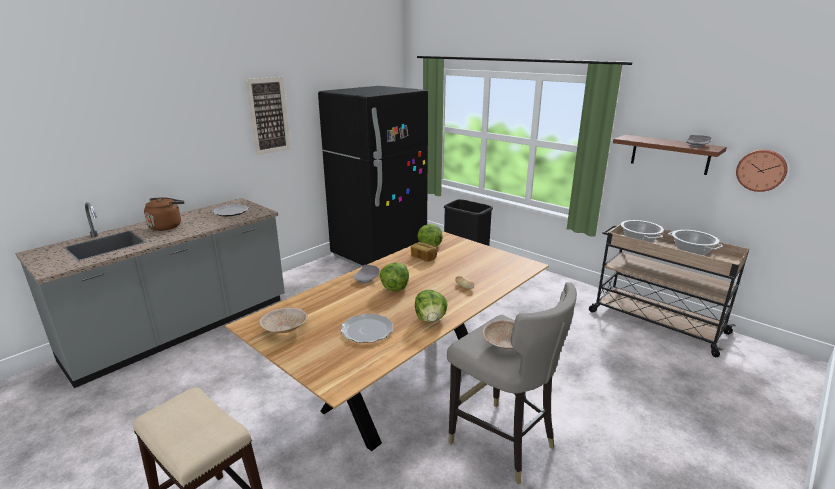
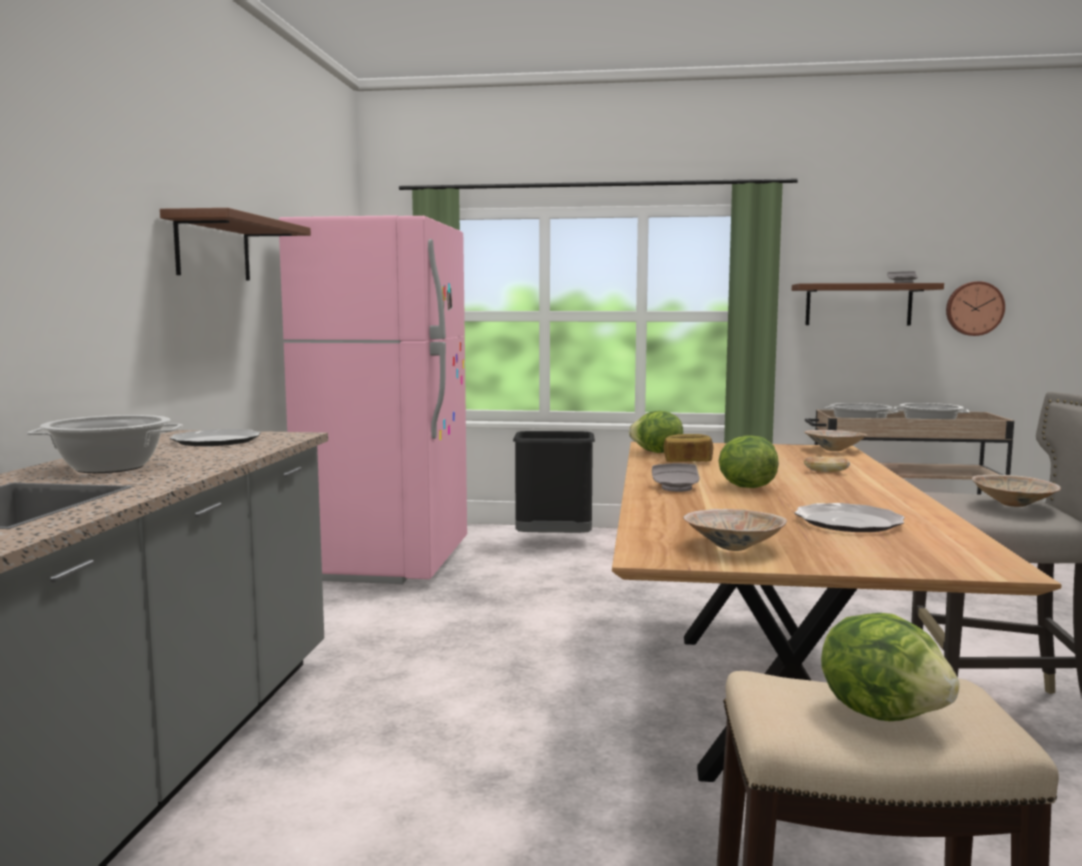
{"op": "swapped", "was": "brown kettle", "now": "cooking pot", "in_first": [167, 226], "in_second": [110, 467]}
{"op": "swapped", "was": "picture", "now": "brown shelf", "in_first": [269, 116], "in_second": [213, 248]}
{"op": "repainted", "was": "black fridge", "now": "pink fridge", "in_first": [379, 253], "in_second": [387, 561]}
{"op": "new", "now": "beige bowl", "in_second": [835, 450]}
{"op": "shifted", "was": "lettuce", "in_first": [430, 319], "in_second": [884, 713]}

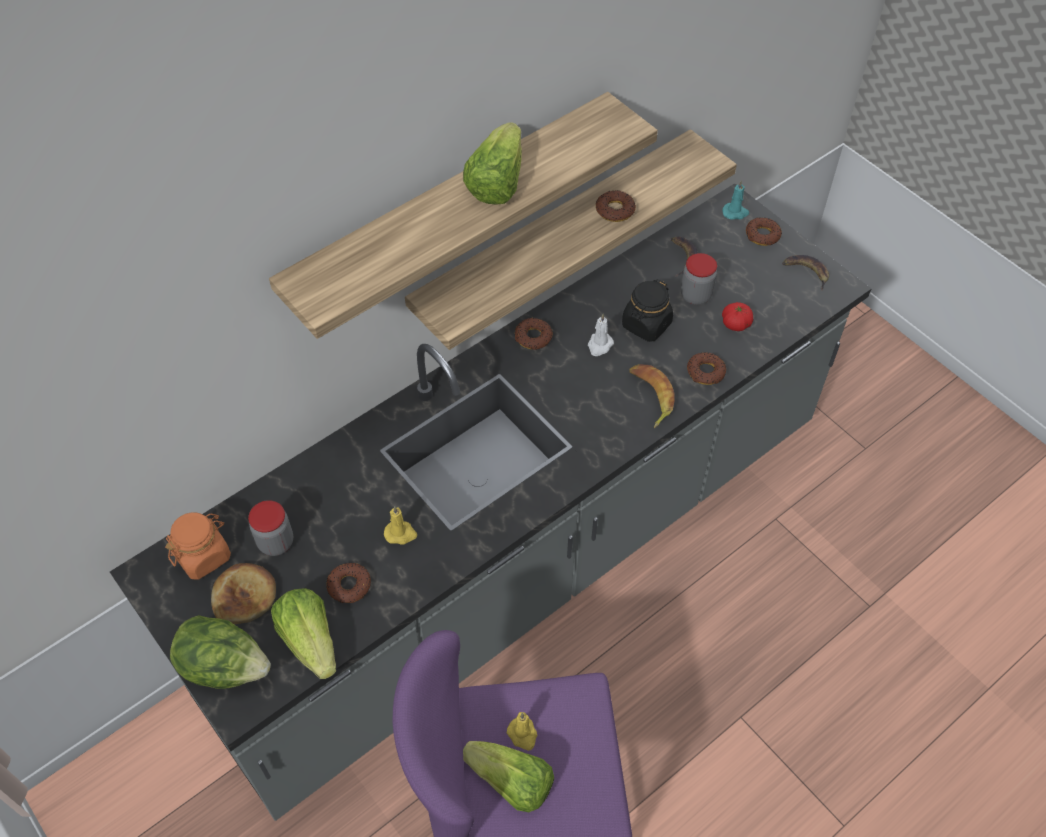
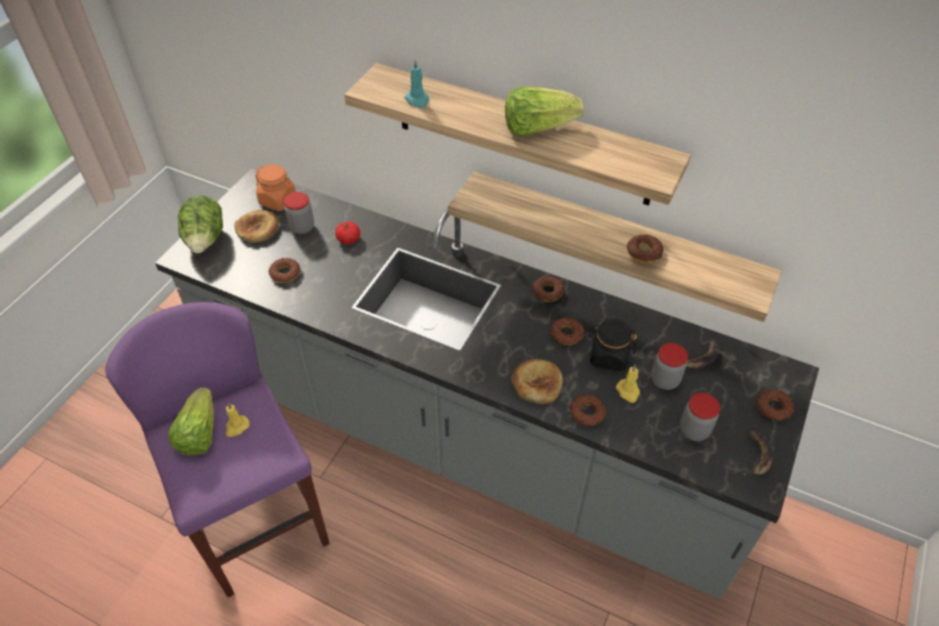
{"op": "shifted", "was": "tomato", "in_first": [735, 324], "in_second": [348, 239]}
{"op": "shifted", "was": "turquoise candle", "in_first": [735, 212], "in_second": [417, 100]}
{"op": "swapped", "was": "banana", "now": "bread", "in_first": [650, 397], "in_second": [537, 383]}
{"op": "swapped", "was": "white candle", "now": "donut", "in_first": [599, 345], "in_second": [567, 334]}
{"op": "shifted", "was": "yellow candle", "in_first": [401, 533], "in_second": [628, 391]}
{"op": "new", "now": "jar", "in_second": [694, 430]}
{"op": "gone", "was": "lettuce", "in_first": [310, 640]}

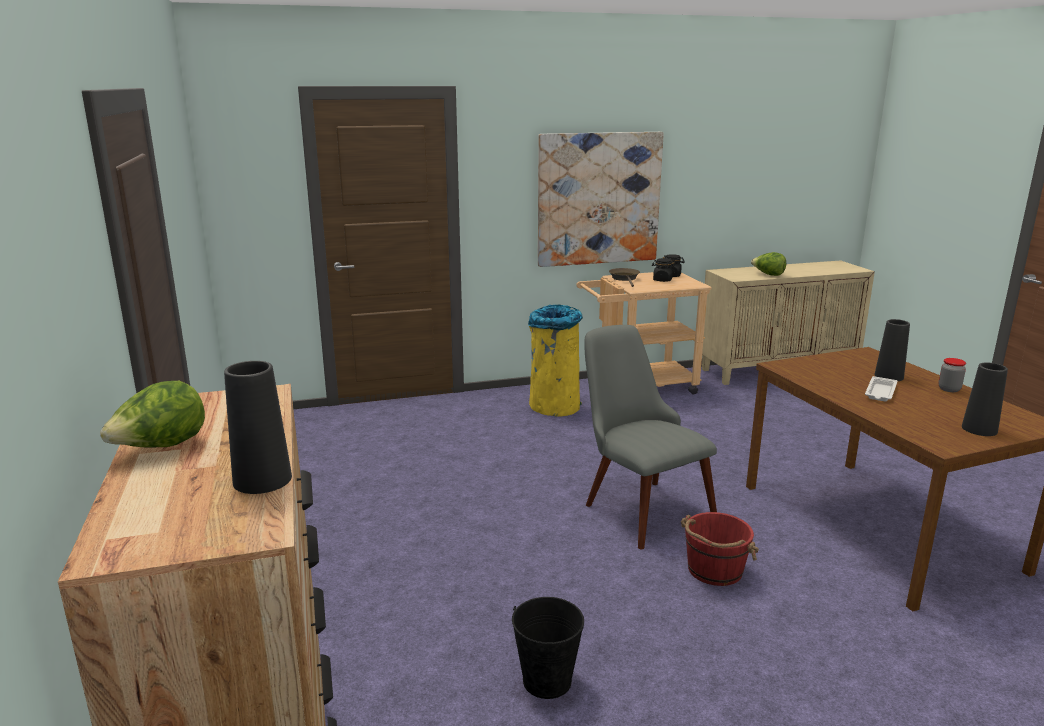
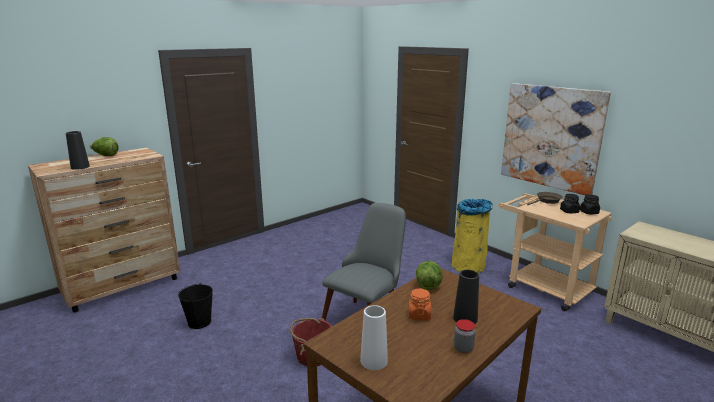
{"op": "repainted", "was": "black vase", "now": "white vase", "in_first": [979, 429], "in_second": [374, 361]}
{"op": "swapped", "was": "white tray", "now": "orange jar", "in_first": [880, 393], "in_second": [419, 315]}
{"op": "shifted", "was": "lettuce", "in_first": [768, 275], "in_second": [428, 285]}

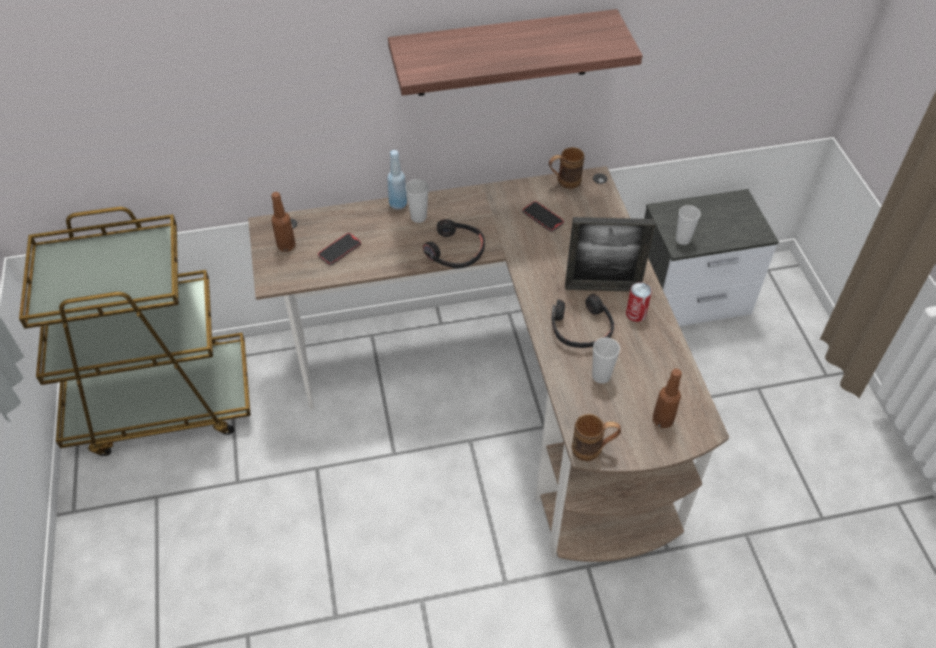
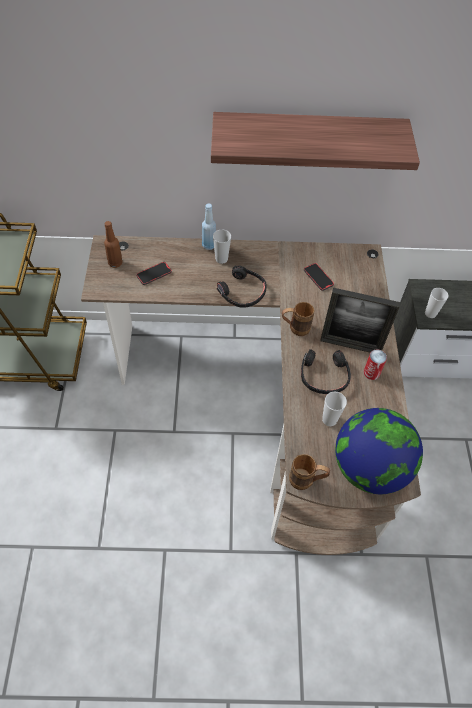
{"op": "shifted", "was": "brown mug", "in_first": [563, 182], "in_second": [295, 328]}
{"op": "swapped", "was": "brown bottle", "now": "globe", "in_first": [662, 420], "in_second": [369, 468]}

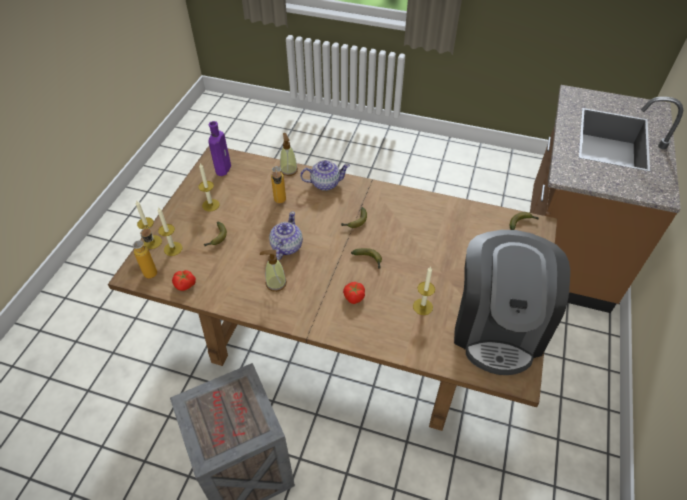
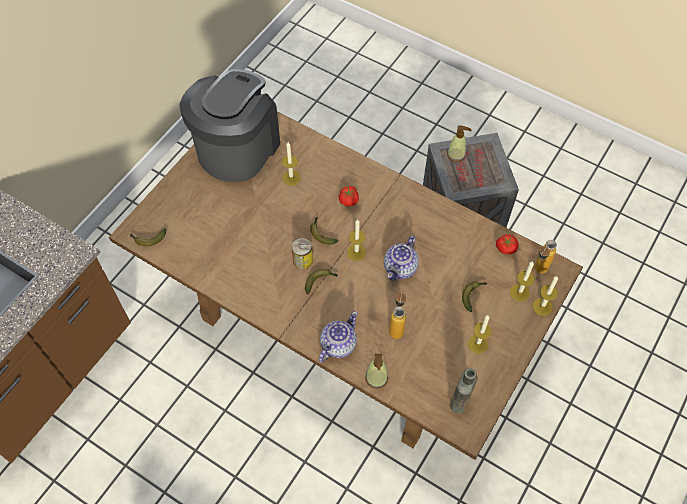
{"op": "new", "now": "can", "in_second": [302, 260]}
{"op": "rotated", "was": "teapot", "in_first": [325, 183], "in_second": [337, 345], "clockwise": 120}
{"op": "new", "now": "candle", "in_second": [356, 252]}
{"op": "shifted", "was": "soap dispenser", "in_first": [276, 283], "in_second": [456, 155]}
{"op": "repainted", "was": "purple bottle", "now": "brown bottle", "in_first": [223, 168], "in_second": [459, 403]}

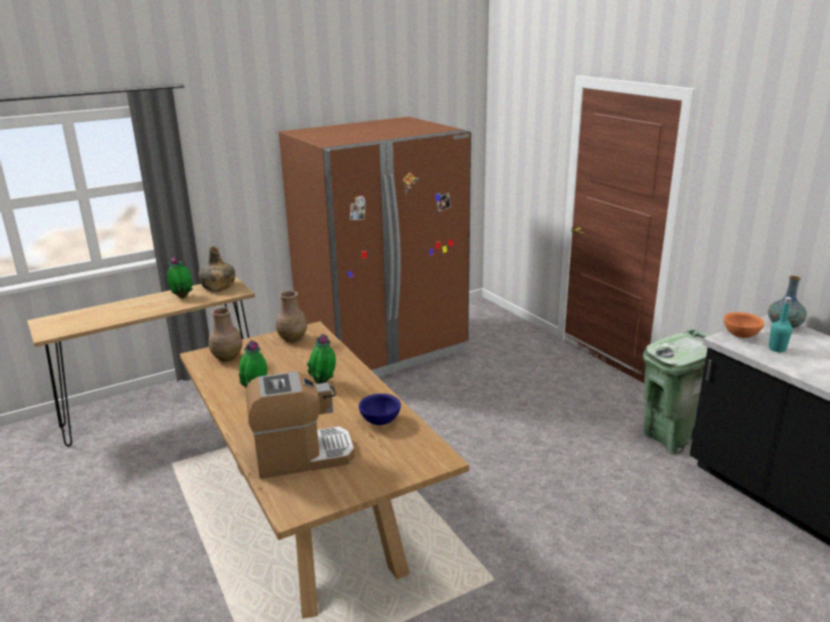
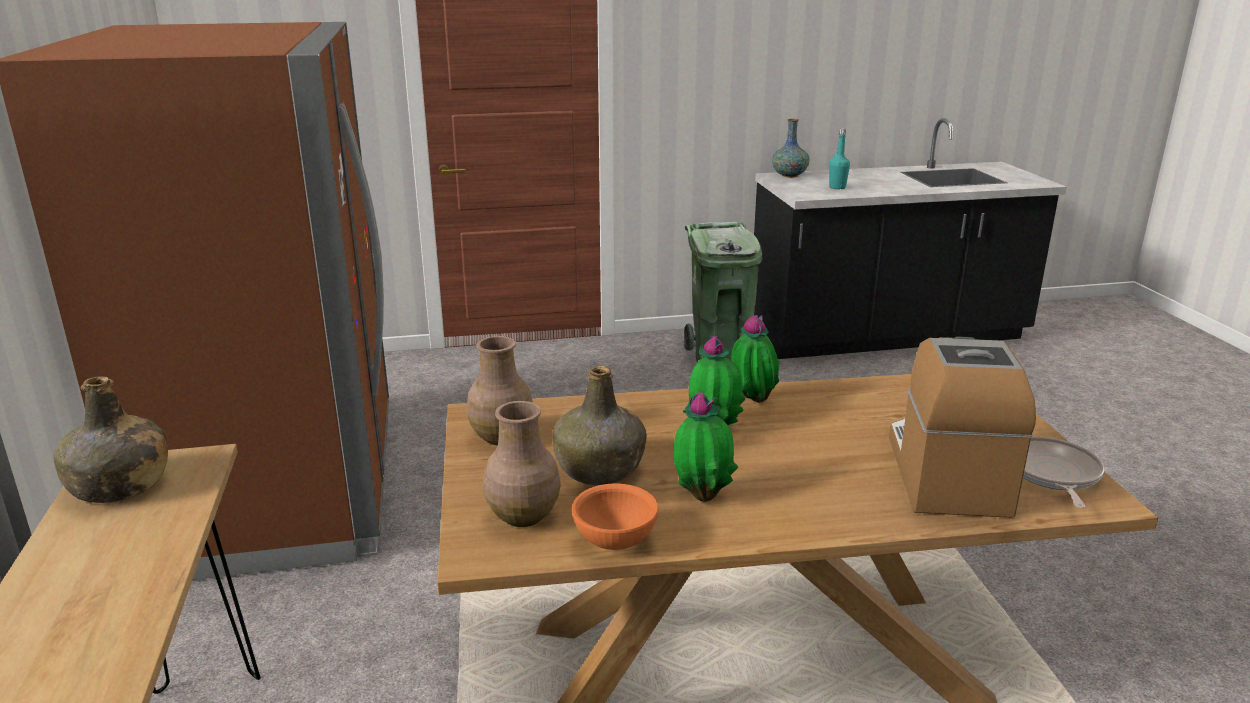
{"op": "new", "now": "green bottle", "in_second": [600, 469]}
{"op": "shifted", "was": "orange bowl", "in_first": [740, 335], "in_second": [615, 542]}
{"op": "shifted", "was": "potted plant", "in_first": [182, 297], "in_second": [752, 402]}
{"op": "new", "now": "frying pan", "in_second": [1052, 474]}
{"op": "gone", "was": "blue bowl", "in_first": [380, 421]}

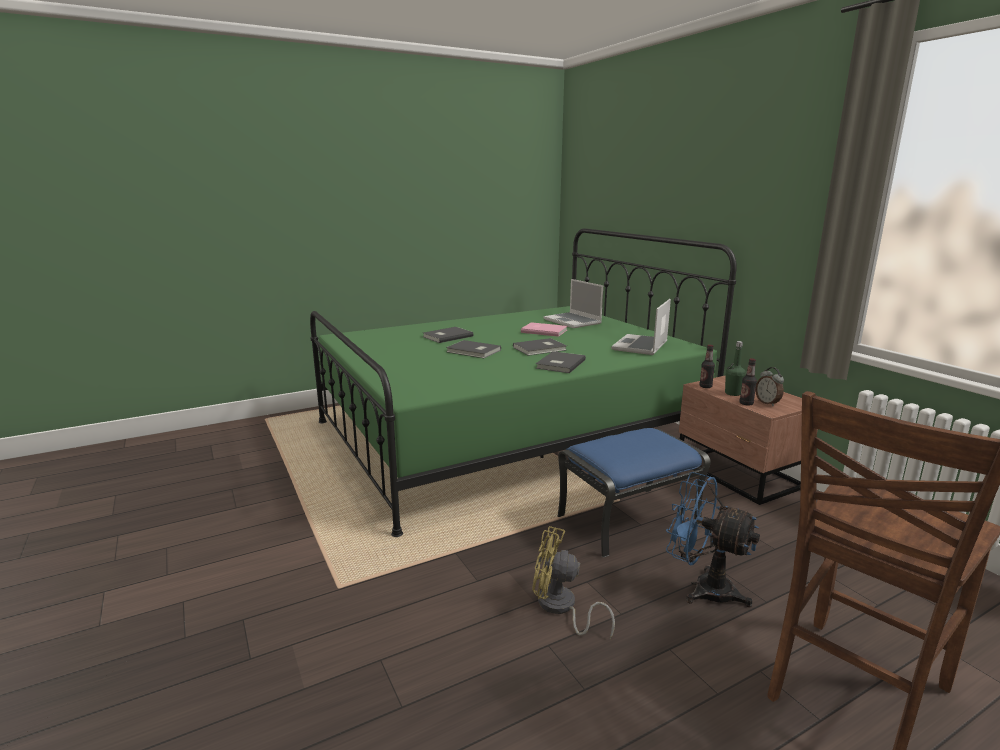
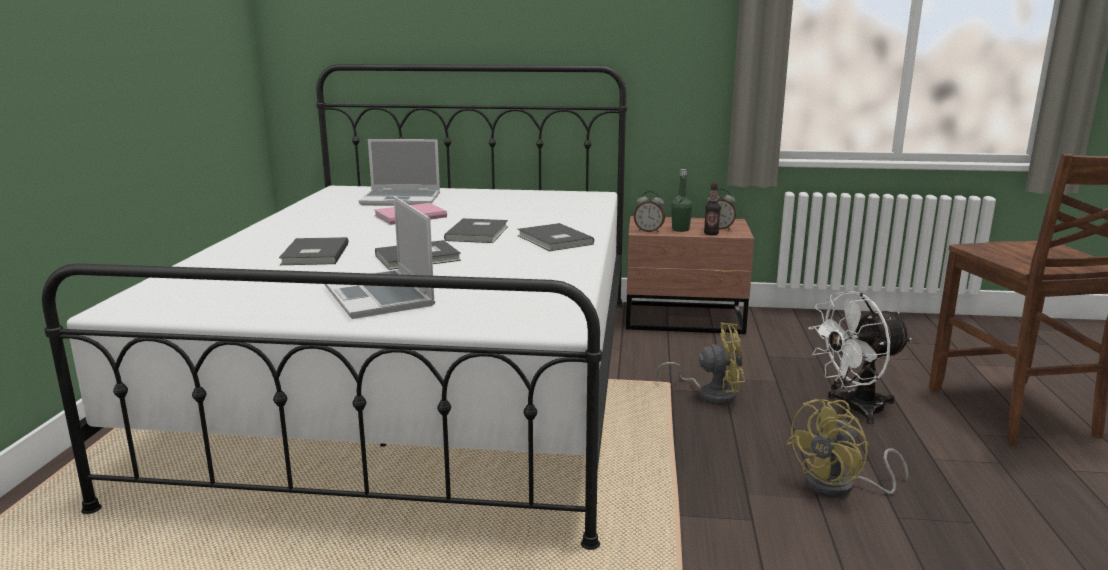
{"op": "repainted", "was": "green bed", "now": "white bed", "in_first": [508, 433], "in_second": [424, 381]}
{"op": "shifted", "was": "laptop", "in_first": [640, 346], "in_second": [381, 297]}
{"op": "swapped", "was": "bottle", "now": "alarm clock", "in_first": [705, 386], "in_second": [649, 231]}
{"op": "swapped", "was": "blue ottoman", "now": "yellow fan", "in_first": [628, 519], "in_second": [710, 394]}
{"op": "repainted", "was": "blue fan", "now": "white fan", "in_first": [702, 588], "in_second": [853, 409]}

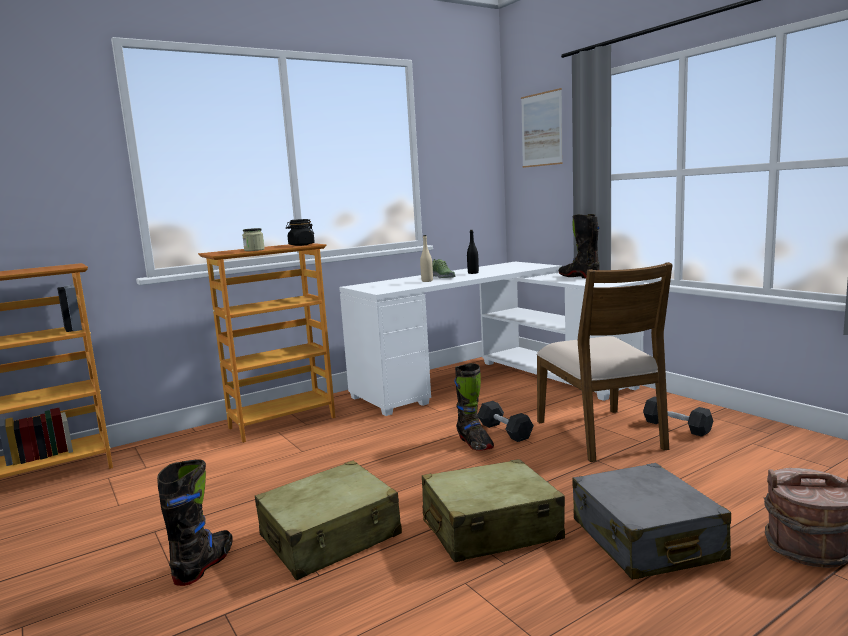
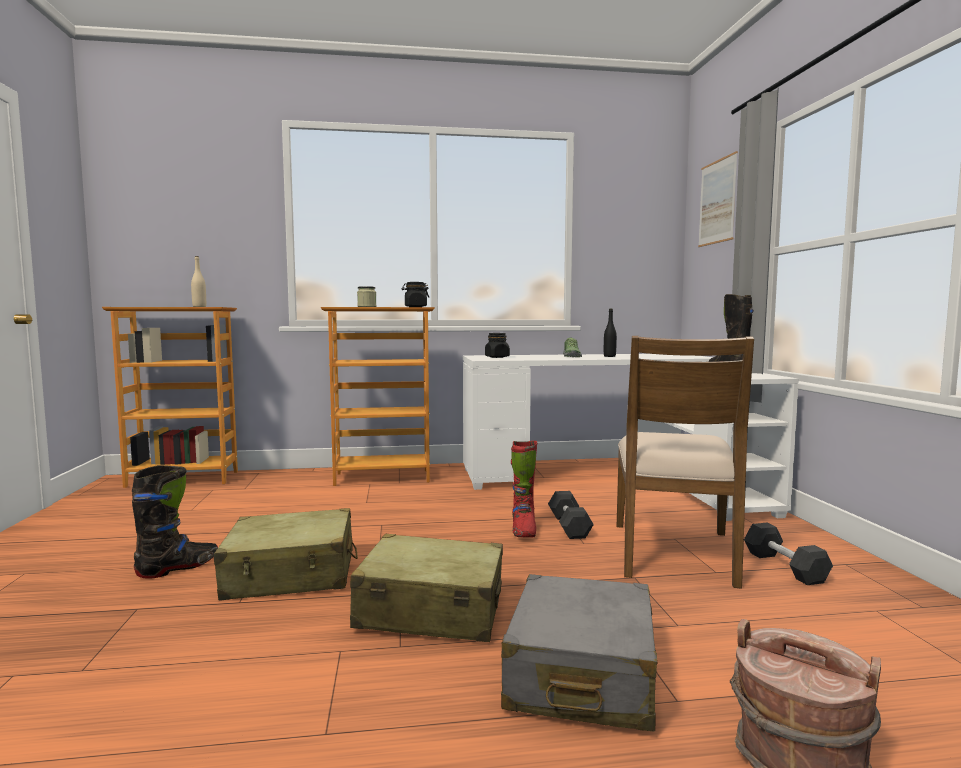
{"op": "shifted", "was": "beige bottle", "in_first": [427, 281], "in_second": [199, 307]}
{"op": "new", "now": "black jar", "in_second": [497, 357]}
{"op": "repainted", "was": "black boot", "now": "red boot", "in_first": [474, 443], "in_second": [523, 530]}

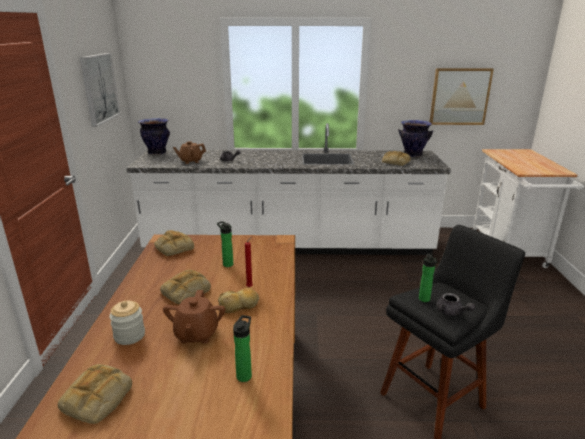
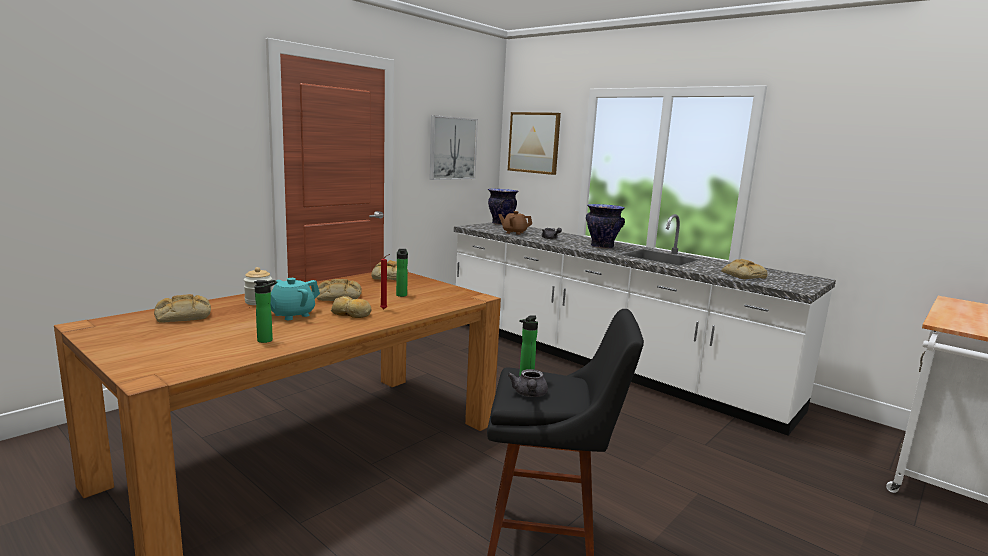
{"op": "repainted", "was": "brown teapot", "now": "turquoise teapot", "in_first": [196, 334], "in_second": [291, 315]}
{"op": "shifted", "was": "picture", "in_first": [459, 96], "in_second": [534, 142]}
{"op": "shifted", "was": "vase", "in_first": [412, 155], "in_second": [602, 247]}

